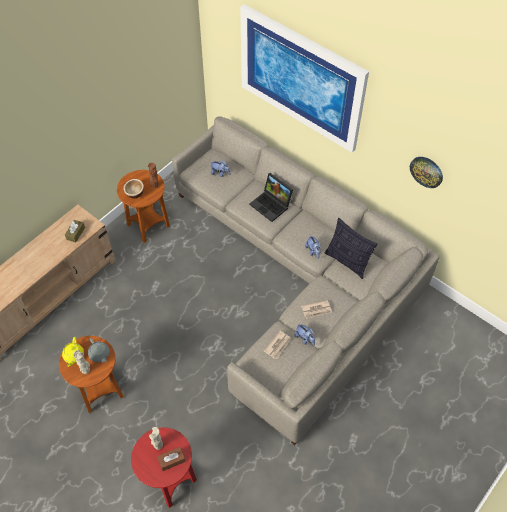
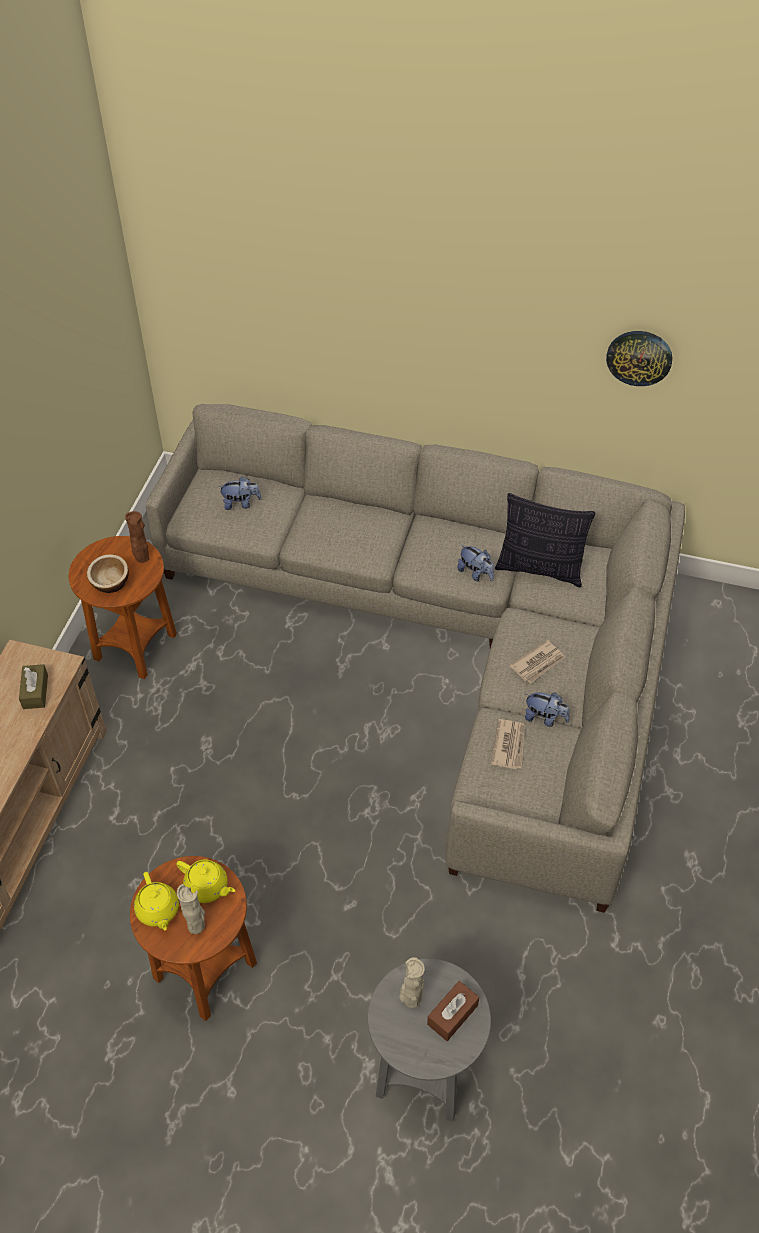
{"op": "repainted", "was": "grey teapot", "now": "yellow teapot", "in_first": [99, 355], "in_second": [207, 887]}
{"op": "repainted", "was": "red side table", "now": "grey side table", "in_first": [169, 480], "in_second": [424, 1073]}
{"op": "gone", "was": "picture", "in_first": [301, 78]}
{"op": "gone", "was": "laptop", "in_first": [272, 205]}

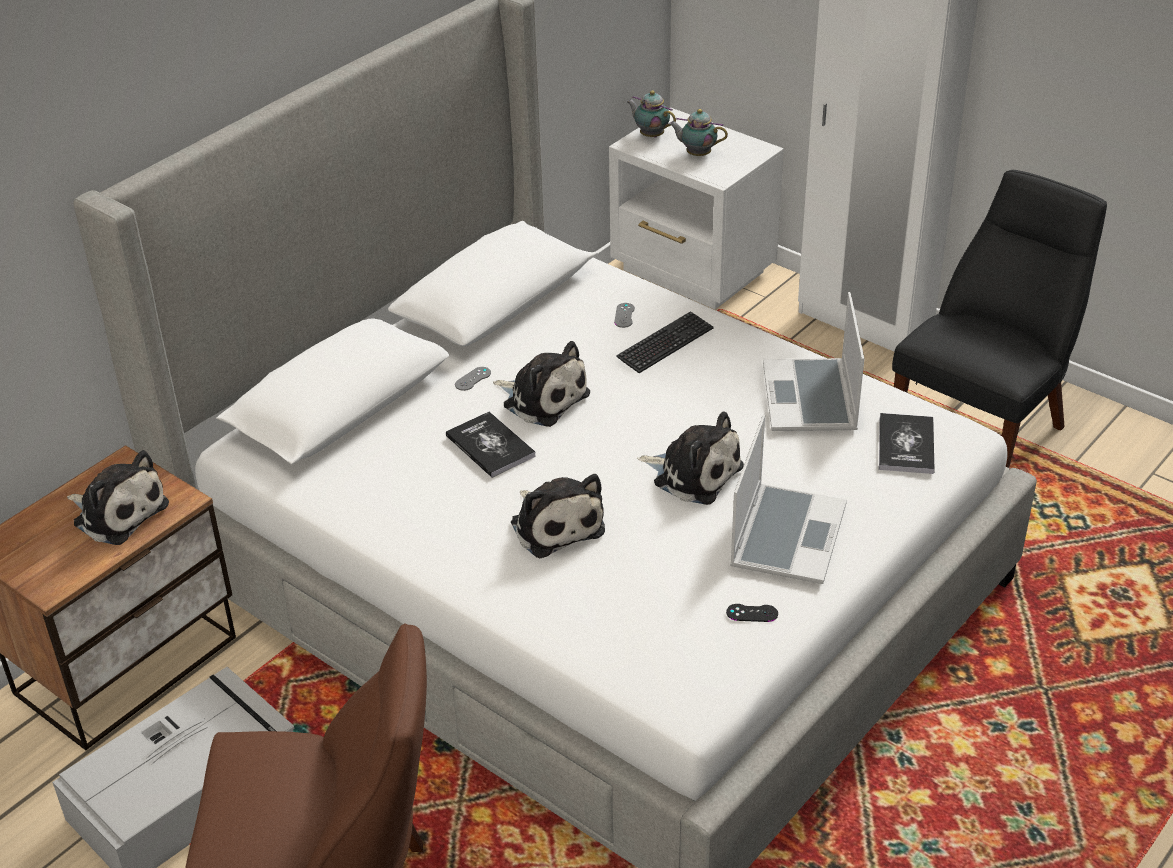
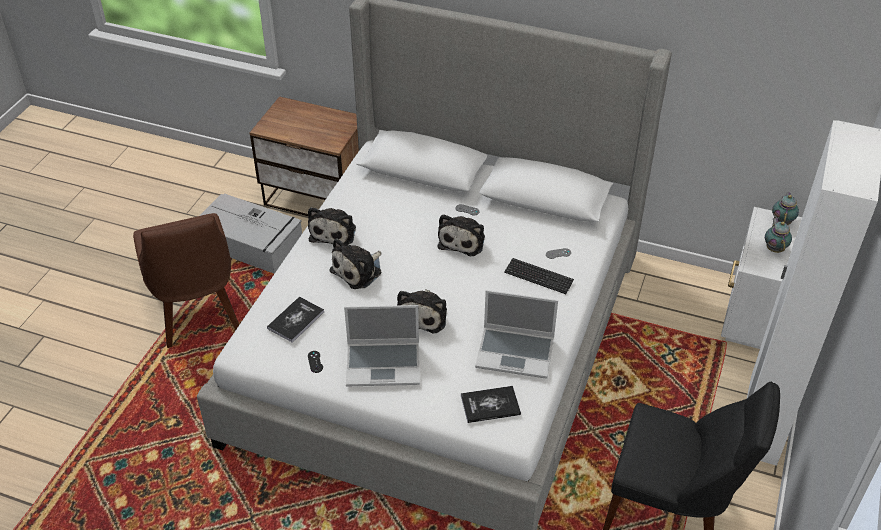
{"op": "shifted", "was": "book", "in_first": [490, 446], "in_second": [296, 320]}
{"op": "shifted", "was": "plush toy", "in_first": [118, 512], "in_second": [334, 232]}
{"op": "rotated", "was": "laptop", "in_first": [811, 399], "in_second": [516, 353], "clockwise": -150}

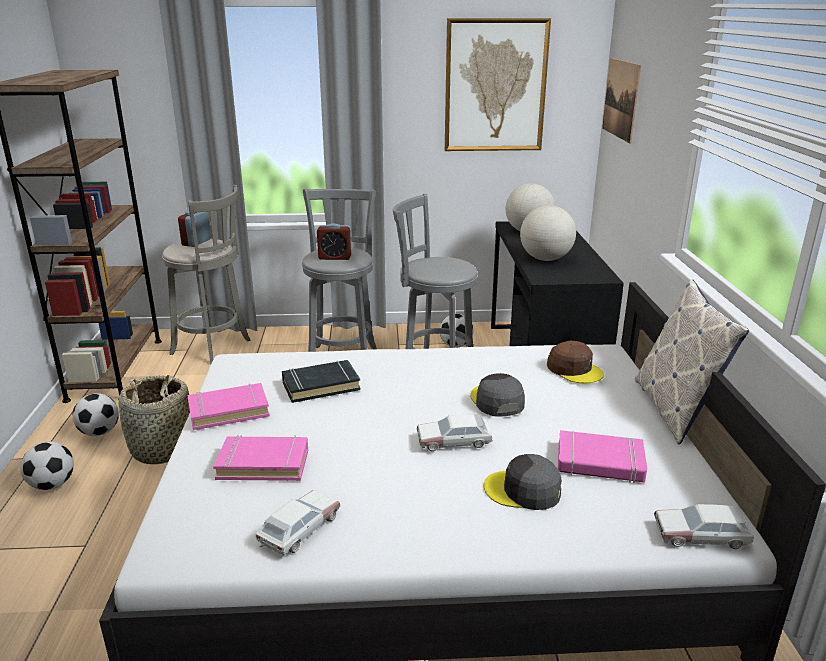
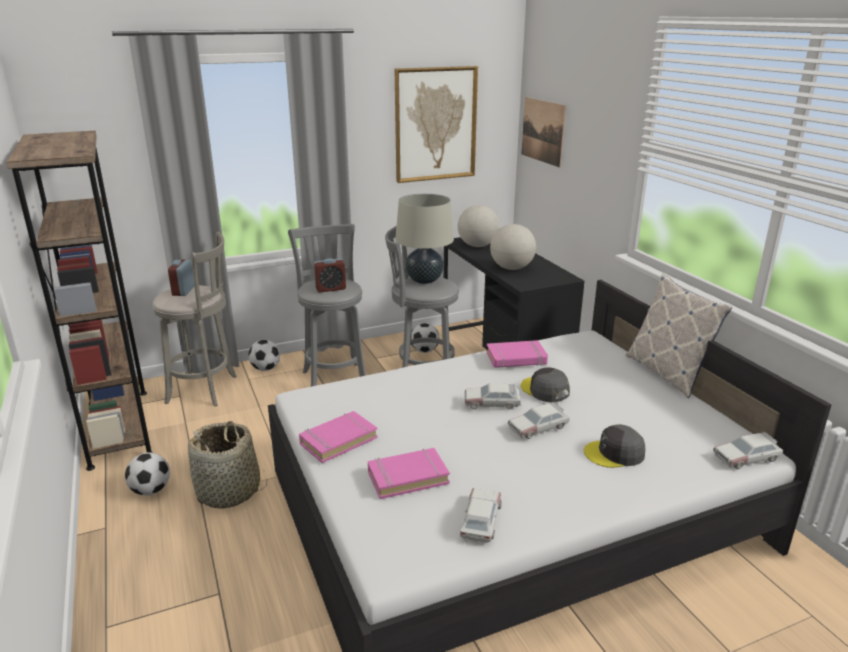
{"op": "shifted", "was": "football", "in_first": [52, 484], "in_second": [265, 368]}
{"op": "new", "now": "beige table lamp", "in_second": [424, 280]}
{"op": "new", "now": "toy car", "in_second": [492, 403]}
{"op": "shifted", "was": "pink book", "in_first": [600, 463], "in_second": [516, 358]}
{"op": "gone", "was": "black book", "in_first": [320, 386]}
{"op": "gone", "was": "brown cap", "in_first": [574, 369]}

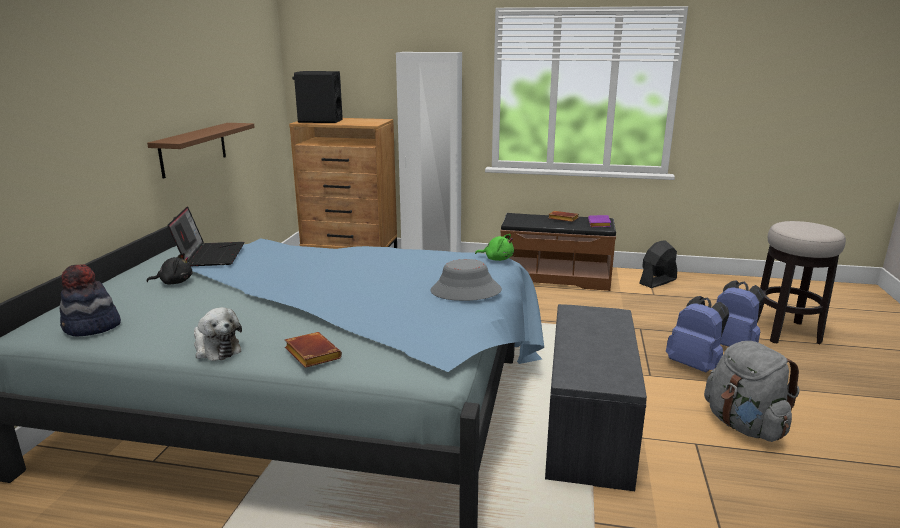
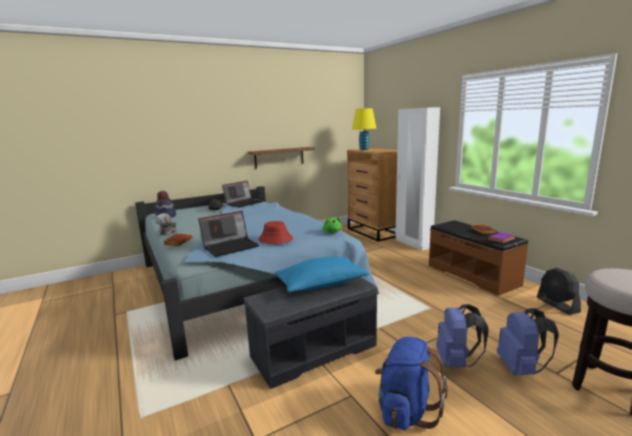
{"op": "new", "now": "laptop", "in_second": [231, 246]}
{"op": "repainted", "was": "grey hat", "now": "red hat", "in_first": [465, 291], "in_second": [275, 239]}
{"op": "new", "now": "blue pillow", "in_second": [321, 285]}
{"op": "swapped", "was": "black speaker", "now": "yellow table lamp", "in_first": [320, 121], "in_second": [364, 149]}
{"op": "repainted", "was": "grey backpack", "now": "blue backpack", "in_first": [744, 425], "in_second": [406, 410]}
{"op": "rotated", "was": "black fan", "in_first": [657, 281], "in_second": [557, 305], "clockwise": -120}

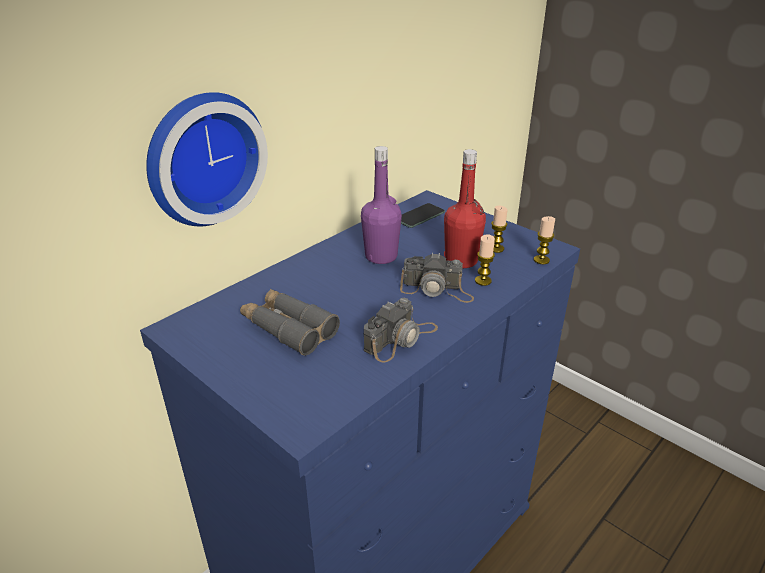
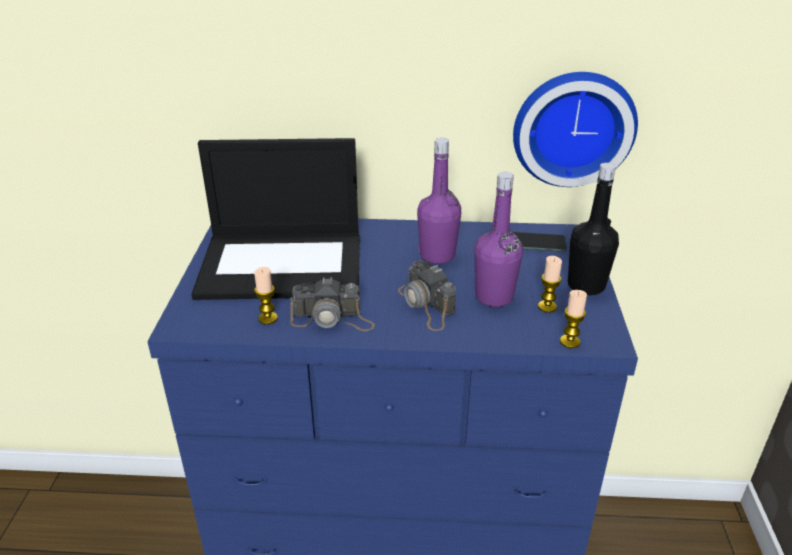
{"op": "swapped", "was": "grey binoculars", "now": "laptop", "in_first": [288, 328], "in_second": [284, 265]}
{"op": "shifted", "was": "candle", "in_first": [483, 281], "in_second": [268, 318]}
{"op": "repainted", "was": "red bottle", "now": "purple bottle", "in_first": [461, 260], "in_second": [494, 297]}
{"op": "shifted", "was": "wall clock", "in_first": [203, 158], "in_second": [572, 127]}
{"op": "new", "now": "black bottle", "in_second": [586, 285]}

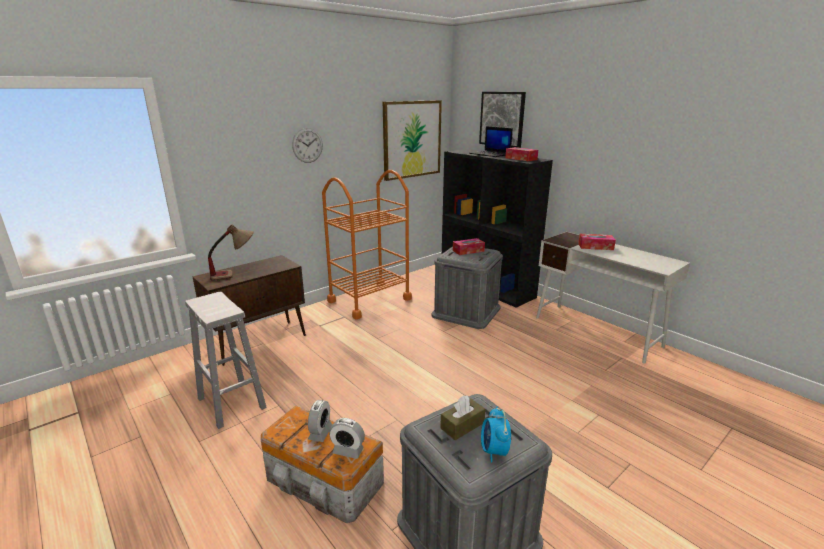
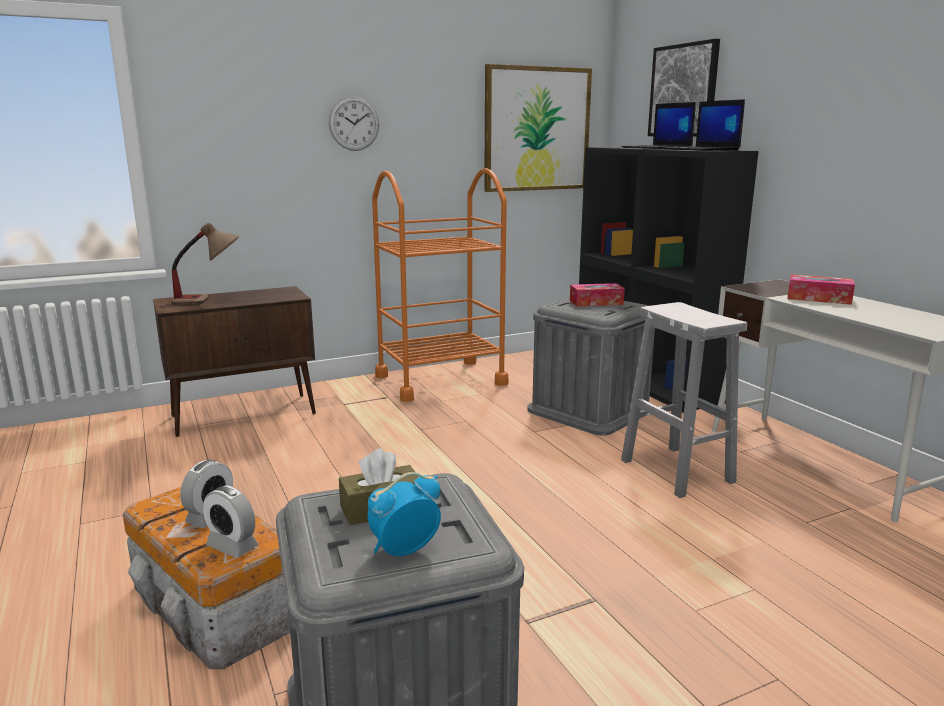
{"op": "rotated", "was": "alarm clock", "in_first": [494, 451], "in_second": [403, 550], "clockwise": 45}
{"op": "shifted", "was": "white stool", "in_first": [231, 402], "in_second": [675, 470]}
{"op": "swapped", "was": "tissue box", "now": "laptop", "in_first": [521, 159], "in_second": [701, 149]}

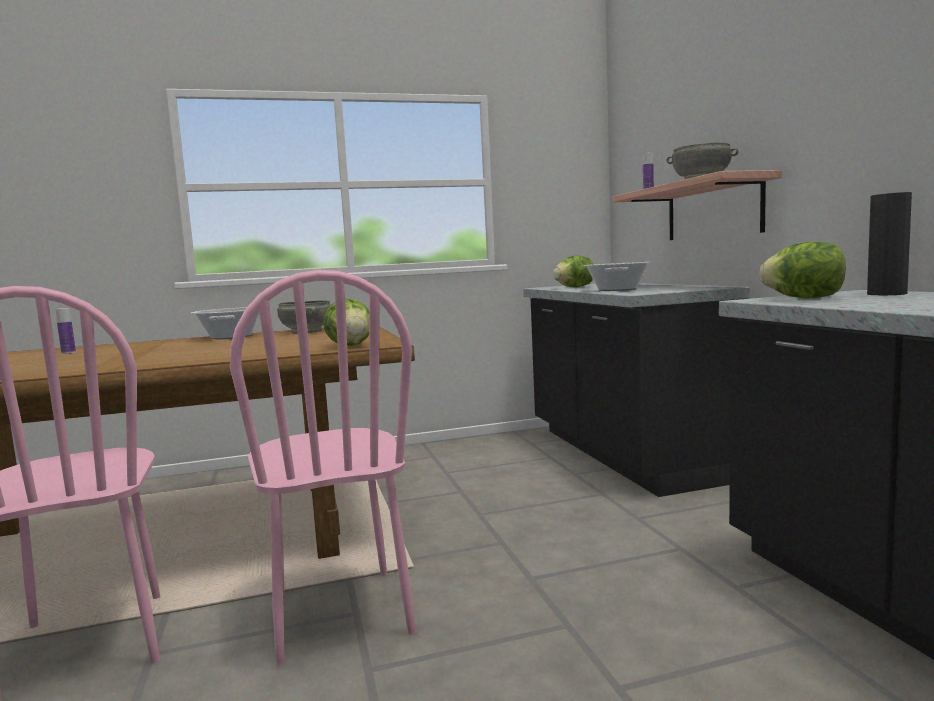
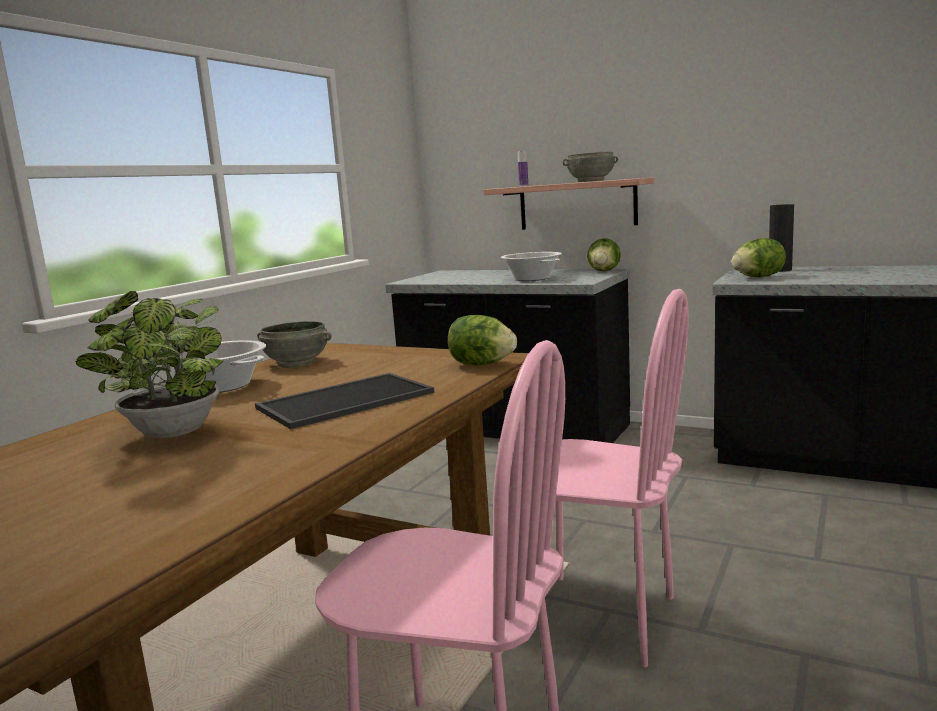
{"op": "new", "now": "potted plant", "in_second": [171, 434]}
{"op": "new", "now": "tray", "in_second": [346, 399]}
{"op": "shifted", "was": "lettuce", "in_first": [574, 287], "in_second": [604, 271]}
{"op": "gone", "was": "bottle", "in_first": [68, 352]}

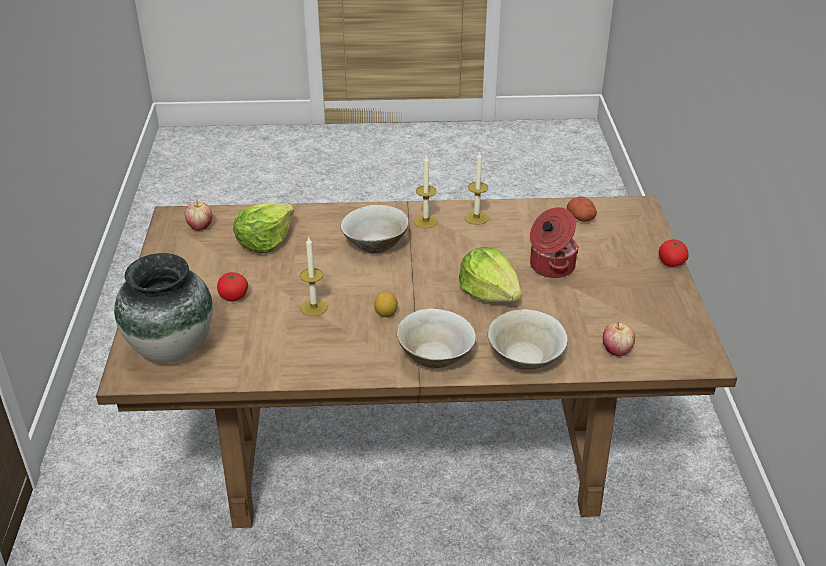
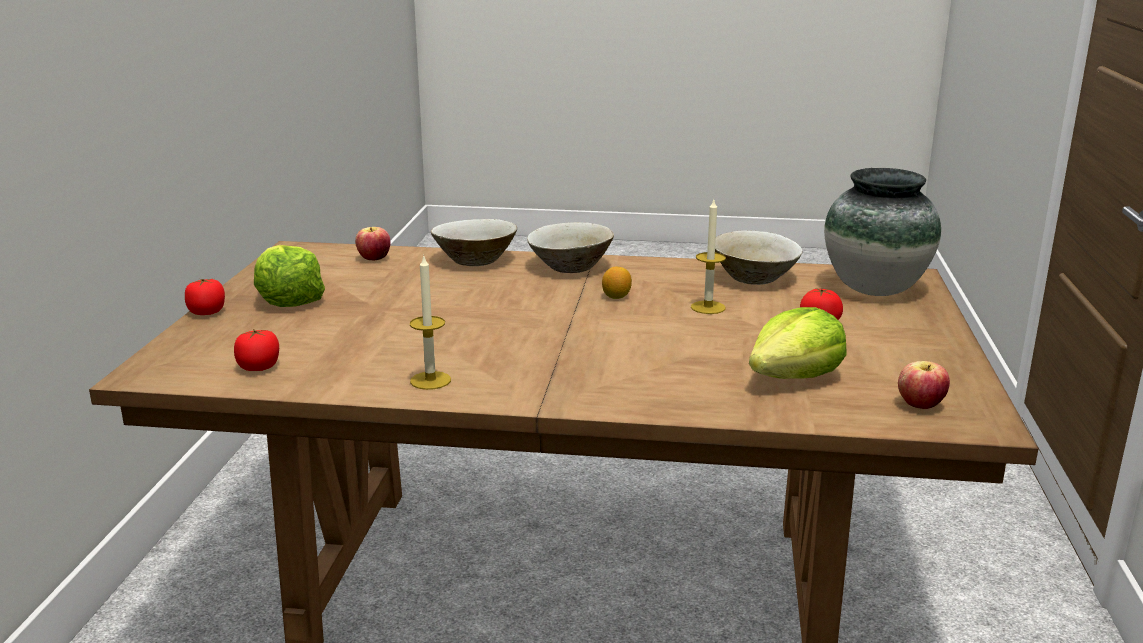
{"op": "swapped", "was": "potato", "now": "tomato", "in_first": [581, 218], "in_second": [259, 367]}
{"op": "shifted", "was": "lettuce", "in_first": [489, 293], "in_second": [288, 299]}
{"op": "shifted", "was": "beige bowl", "in_first": [375, 244], "in_second": [754, 279]}
{"op": "gone", "was": "candle", "in_first": [425, 221]}
{"op": "gone", "was": "cooking pot", "in_first": [550, 266]}

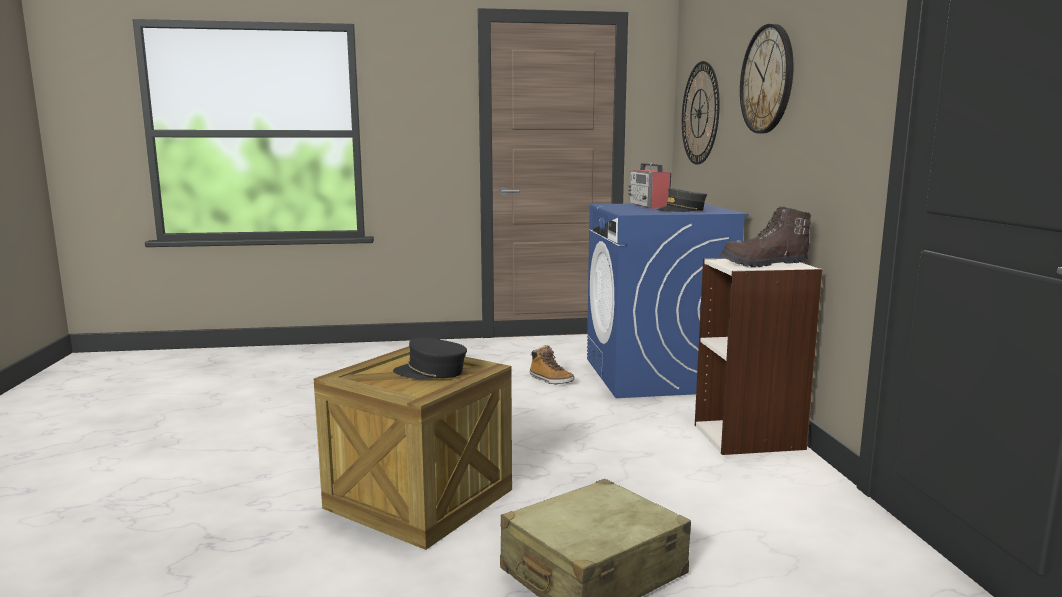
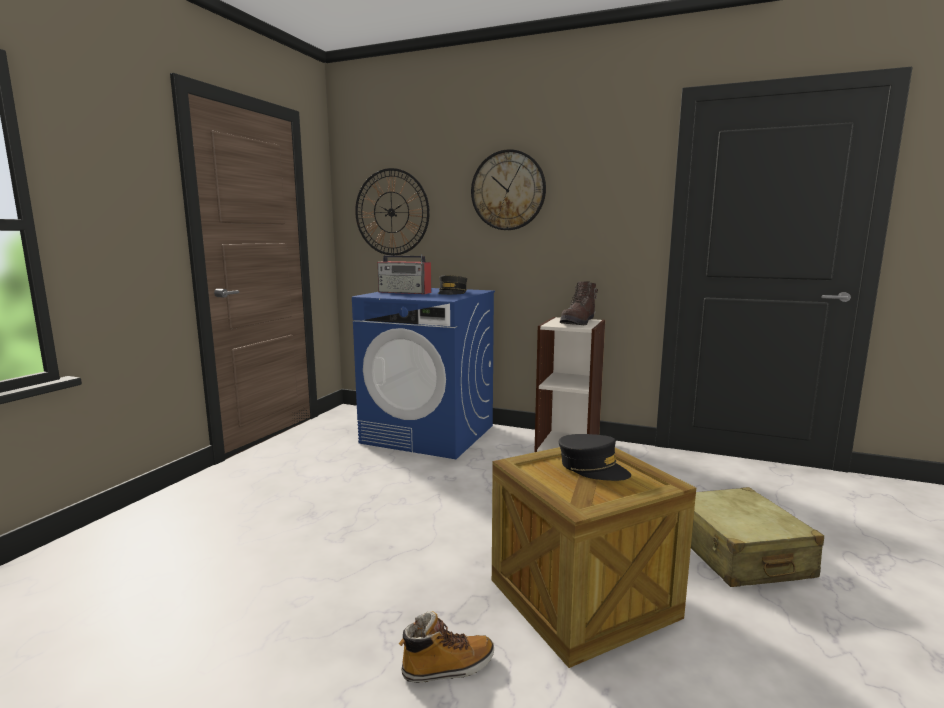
{"op": "shifted", "was": "boot", "in_first": [550, 380], "in_second": [448, 667]}
{"op": "rotated", "was": "black cap", "in_first": [431, 372], "in_second": [592, 468], "clockwise": -90}

